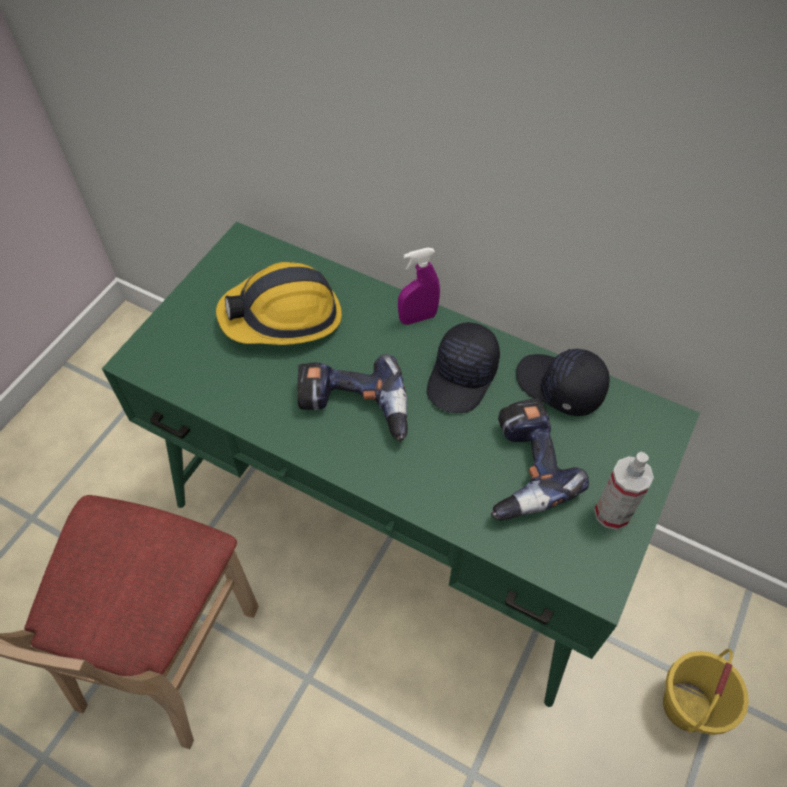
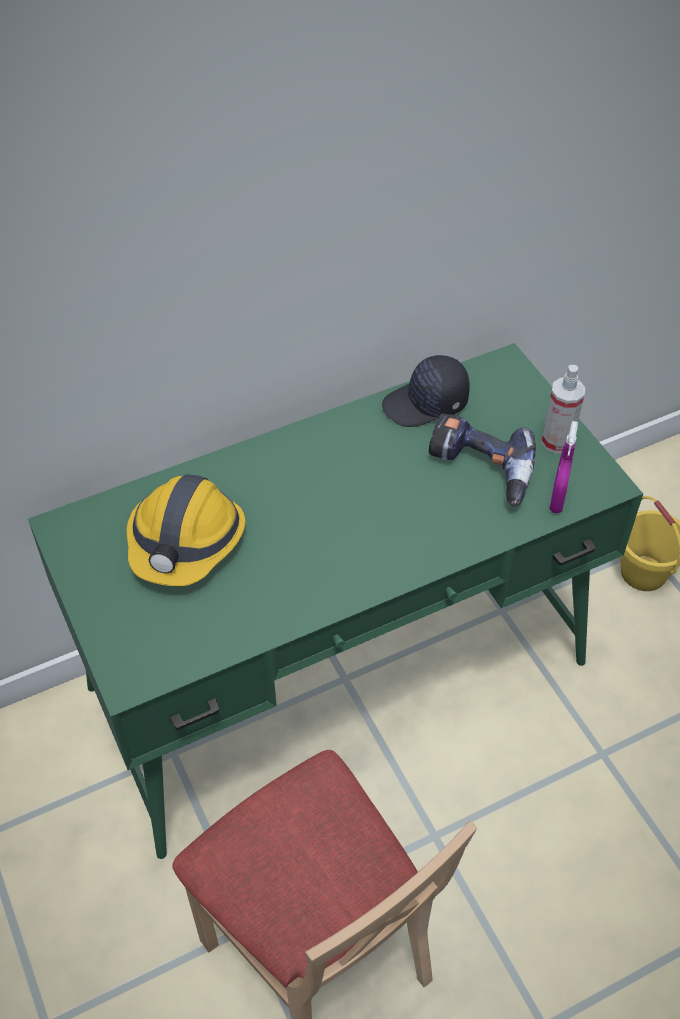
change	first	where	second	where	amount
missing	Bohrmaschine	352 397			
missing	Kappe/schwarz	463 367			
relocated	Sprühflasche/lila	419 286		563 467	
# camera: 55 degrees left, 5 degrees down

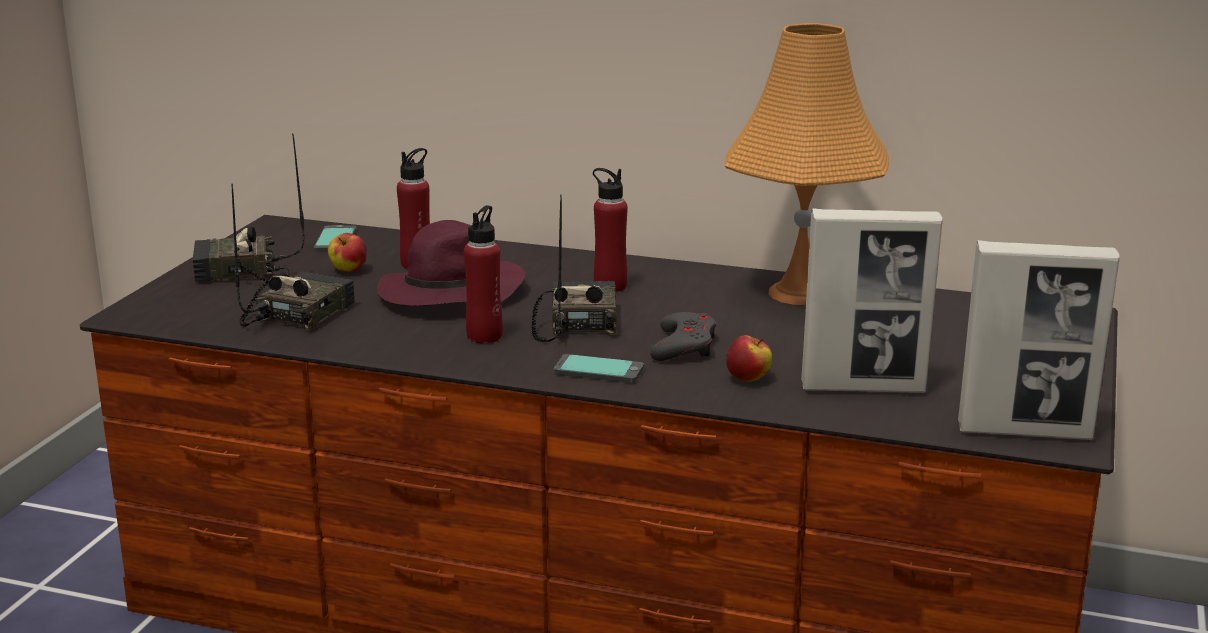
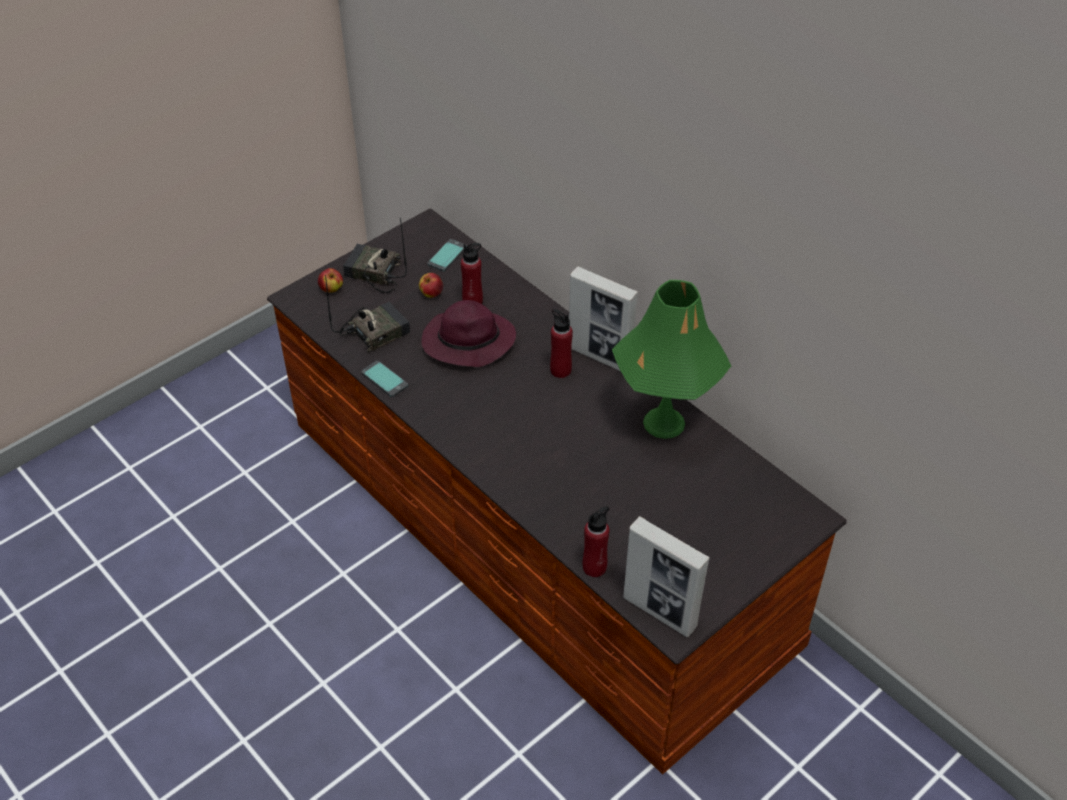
change	first	where	second	where	amount
missing	Radio	573 268			
missing	Gamepad/grau	683 336			
relocated	Flasche/rot	483 274		596 541	
relocated	Handy	599 368		384 379	
relocated	Apfel	749 358		330 280	
relocated	Bilderrahmen	872 300		603 318	
colour	Tischlampe/orange	807 164	Tischlampe/grün	671 359	
# camera: 30 degrees right, 25 degrees up

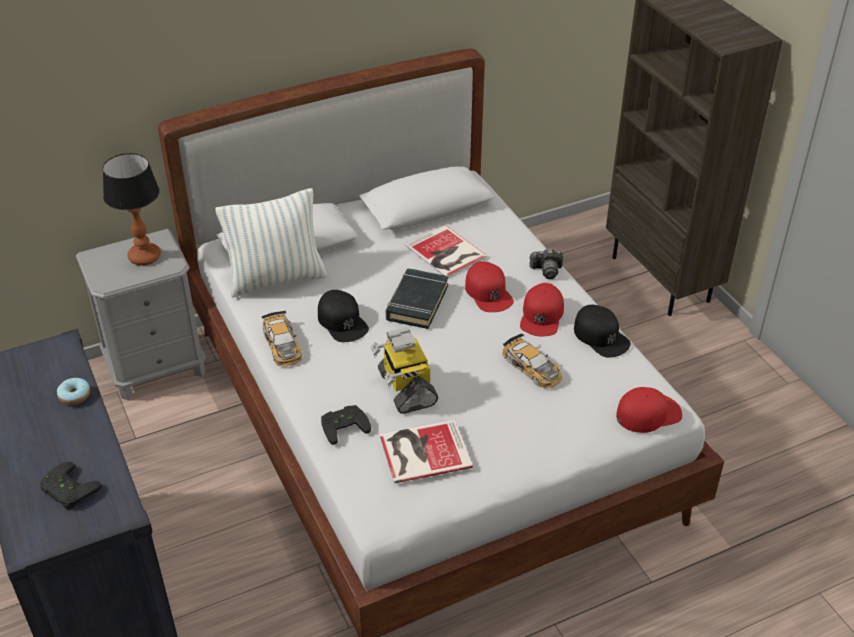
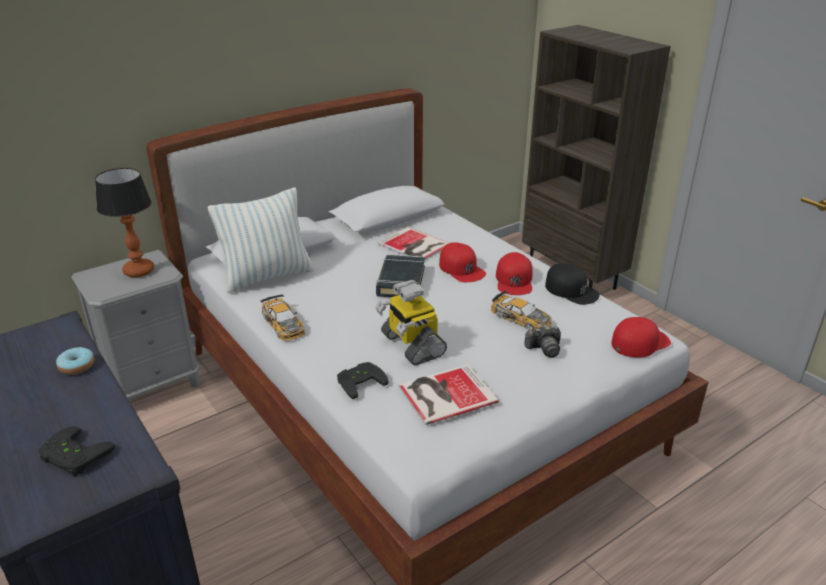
change	first	where	second	where	amount
missing	Kappe/schwarz	343 316			
relocated	Kamera	546 263		542 341	
# camera: 10 degrees left, 10 degrees down

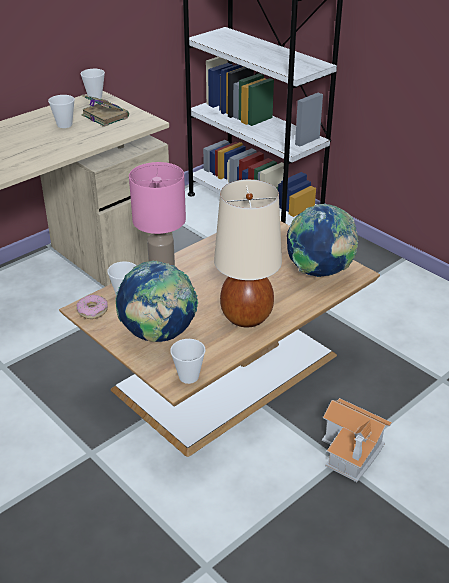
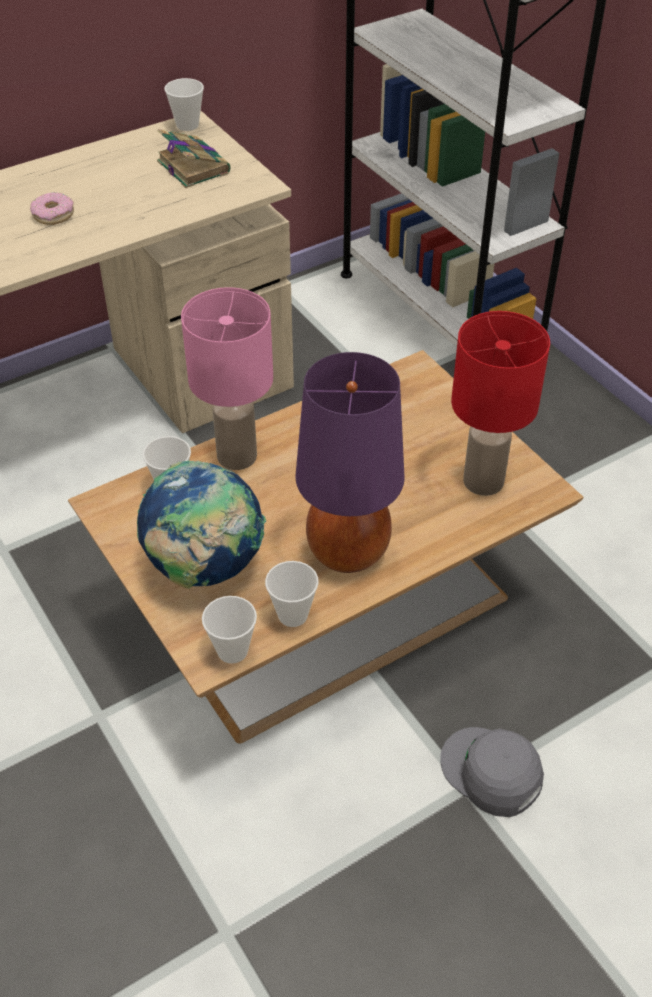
change	first	where	second	where	amount
relocated	Tasse	61 111		292 594	
relocated	Donut	92 307		52 208	
exchanged	Globus	322 240	Tischlampe/rot	500 403	
exchanged	Spielzeughaus	357 440	Kappe/grau	492 772	
colour	Tischlampe/beige	248 253	Tischlampe/lila	350 462	
# camera: 10 degrees right, 10 degrees up

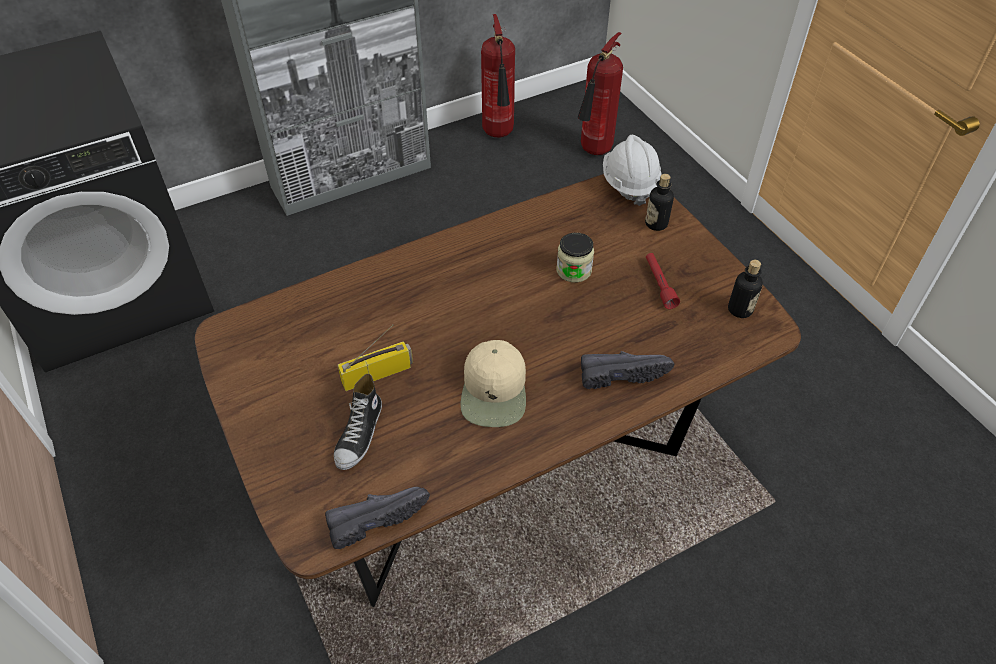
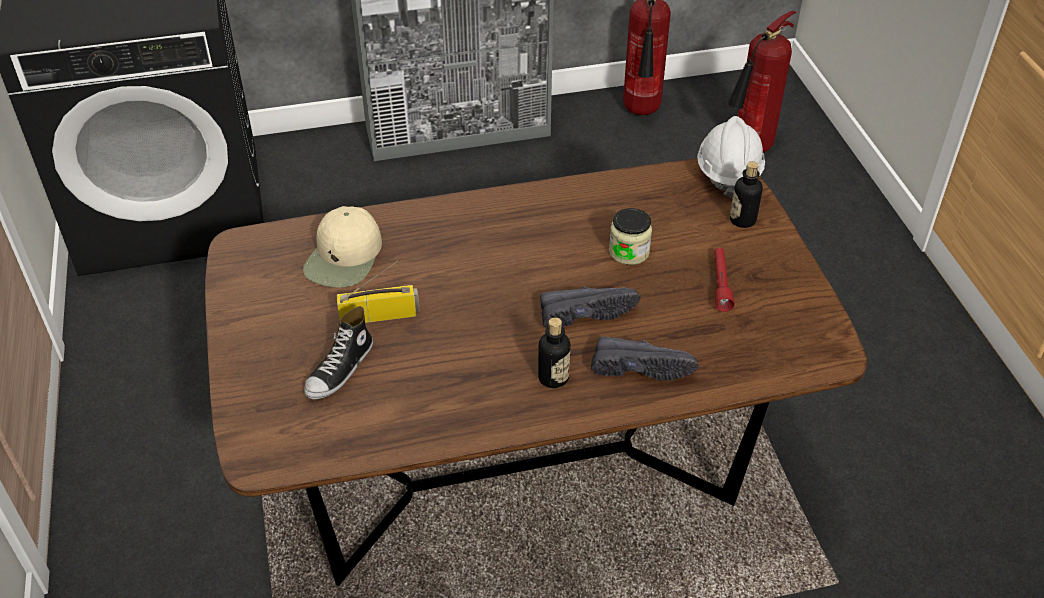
change	first	where	second	where	amount
relocated	Schuh/schwarz	377 518		590 306	
relocated	Kappe/beige	493 383		342 247	
relocated	Flasche	745 289		554 352	
# camera: 15 degrees right, 5 degrees down

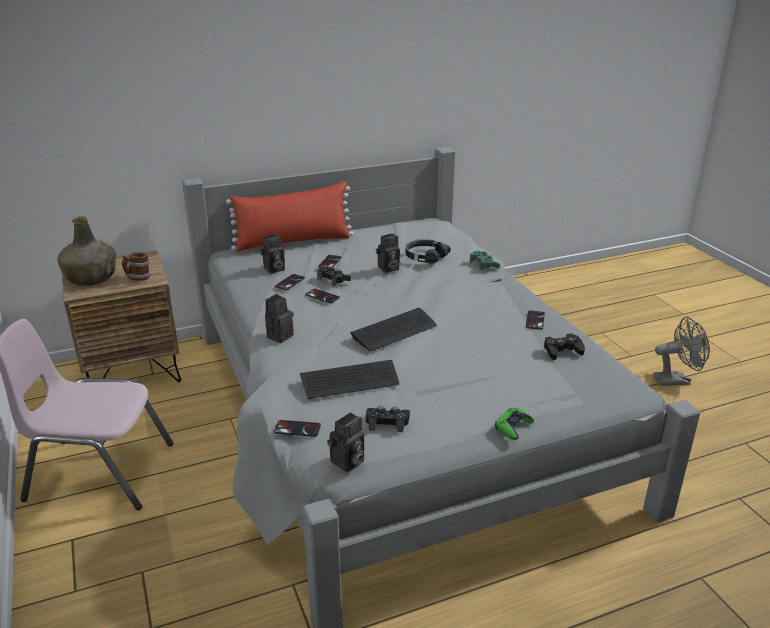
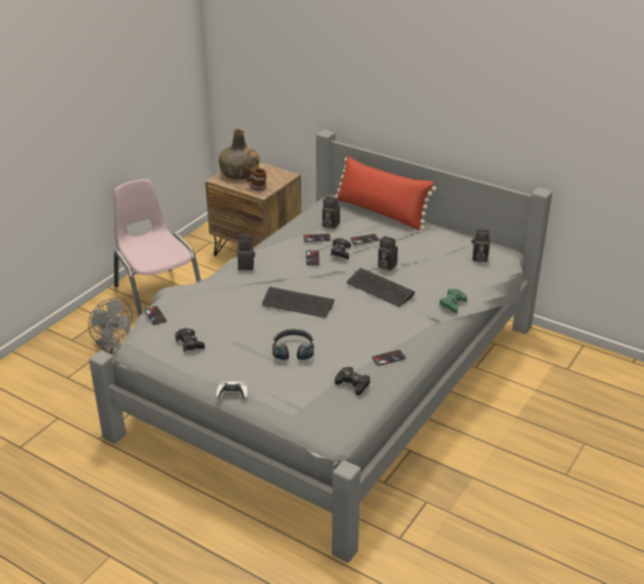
change	first	where	second	where	amount
relocated	Tastatur	349 379		381 287	
relocated	Kamera	346 442		480 245	
relocated	Kopfhörer/schwarz	427 251		293 344	
relocated	Ventilator/grau	681 351		110 326	
colour	Gamepad/grün	514 424	Gamepad/weiß	232 390	
# camera: 55 degrees right, 5 degrees up

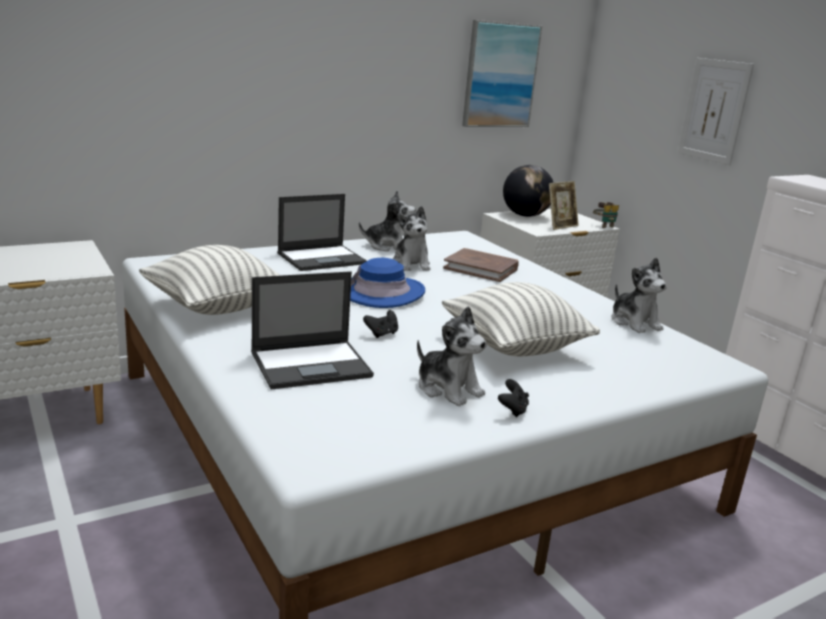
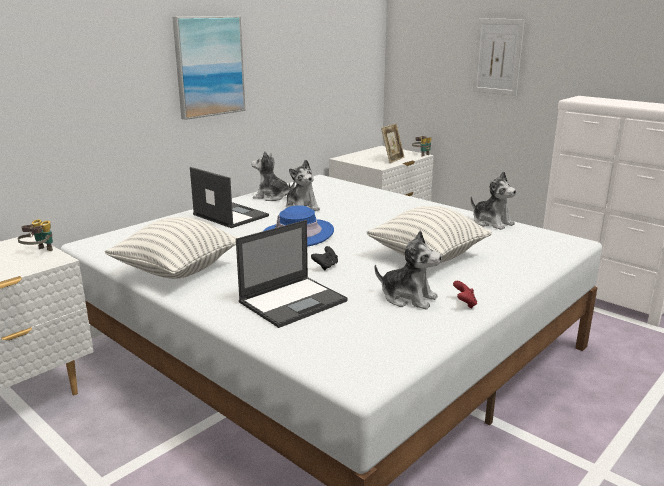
change	first	where	second	where	amount
missing	Buch/braun	481 265			
missing	Globus	528 191			
appeared			Fernglas	35 235	
relocated	Bild	502 73		208 68	
colour	Gamepad/schwarz	513 398	Gamepad/rot	465 294	
spun	Laptop	322 232		229 197	90 degrees counterclockwise
spun	Plüschtier	387 221		273 176	150 degrees counterclockwise
# camera: 15 degrees left, 0 degrees up

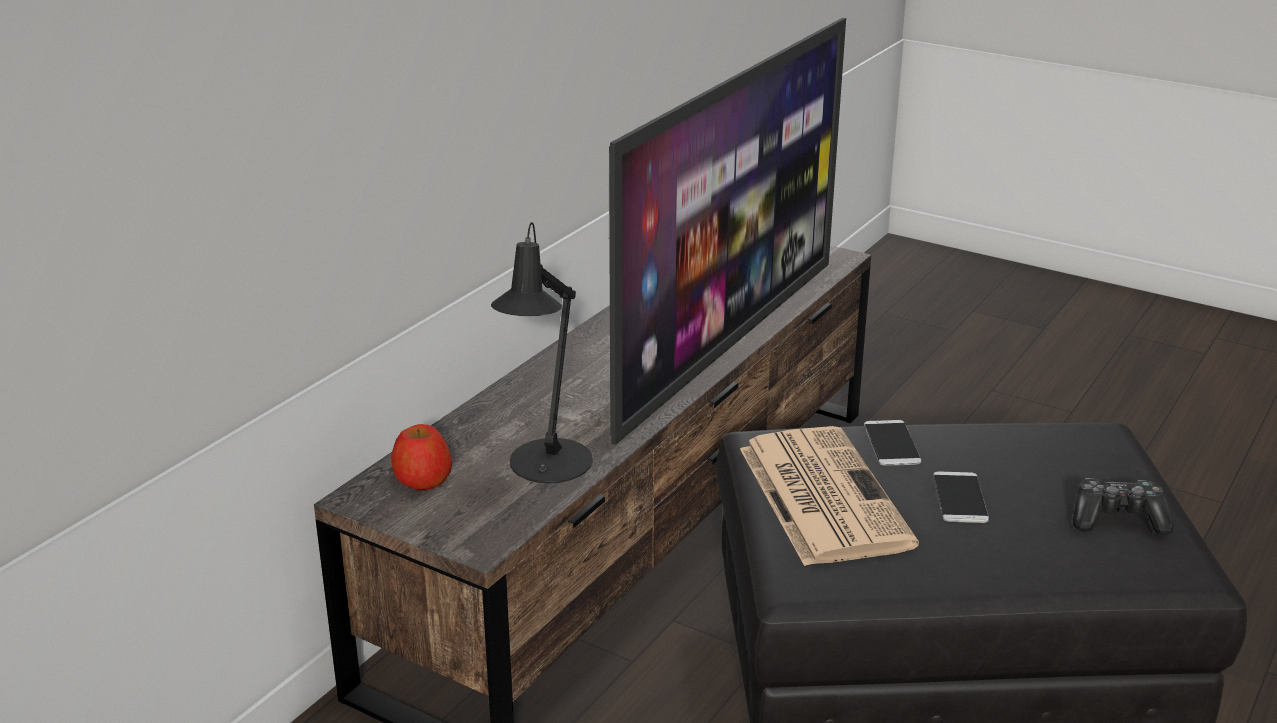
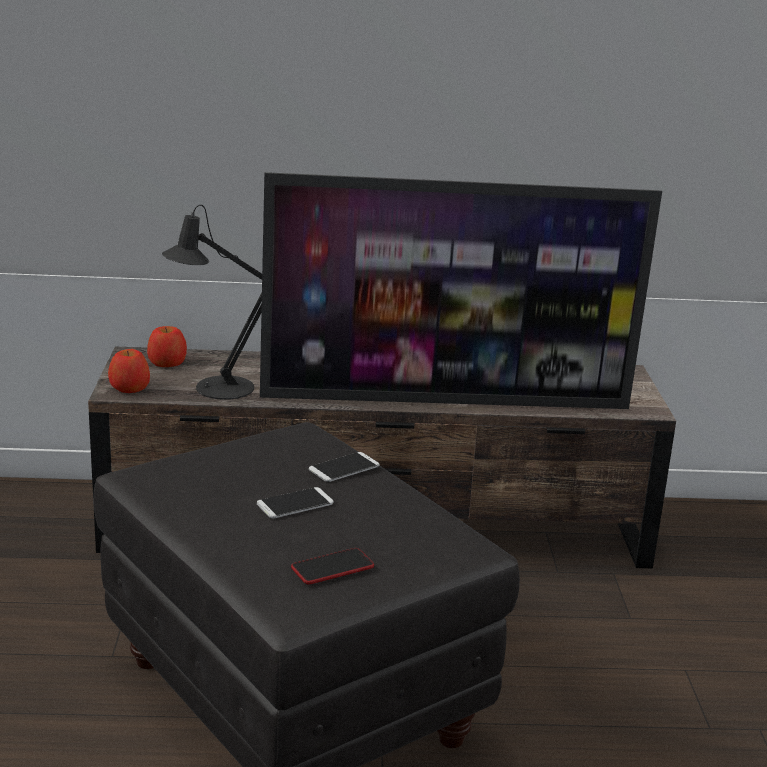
change	first	where	second	where	amount
missing	Zeitung	829 496			
appeared			Apfel	129 371	
exchanged	Gamepad	1123 506	Handy	332 566	
# camera: 55 degrees right, 5 degrees down

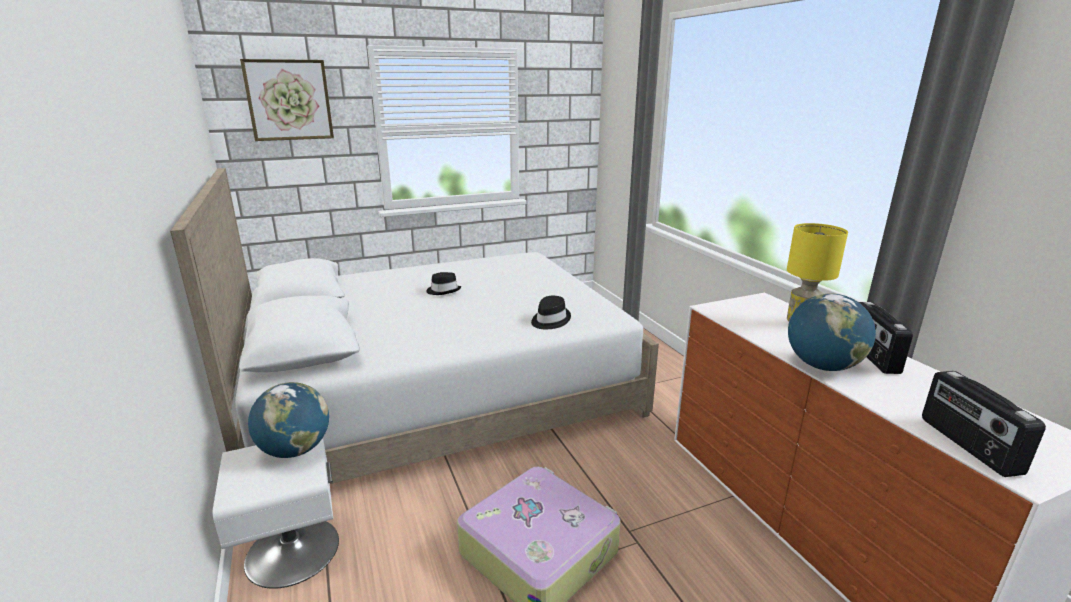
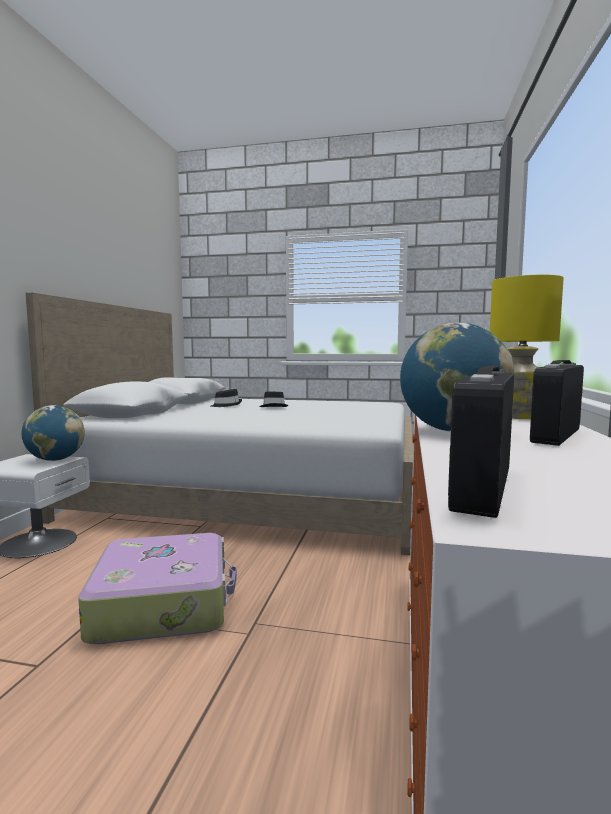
change	first	where	second	where	amount
missing	Bild	287 100			
relocated	Hut/schwarz	551 312		226 398	
# camera: 35 degrees right, 15 degrees down

